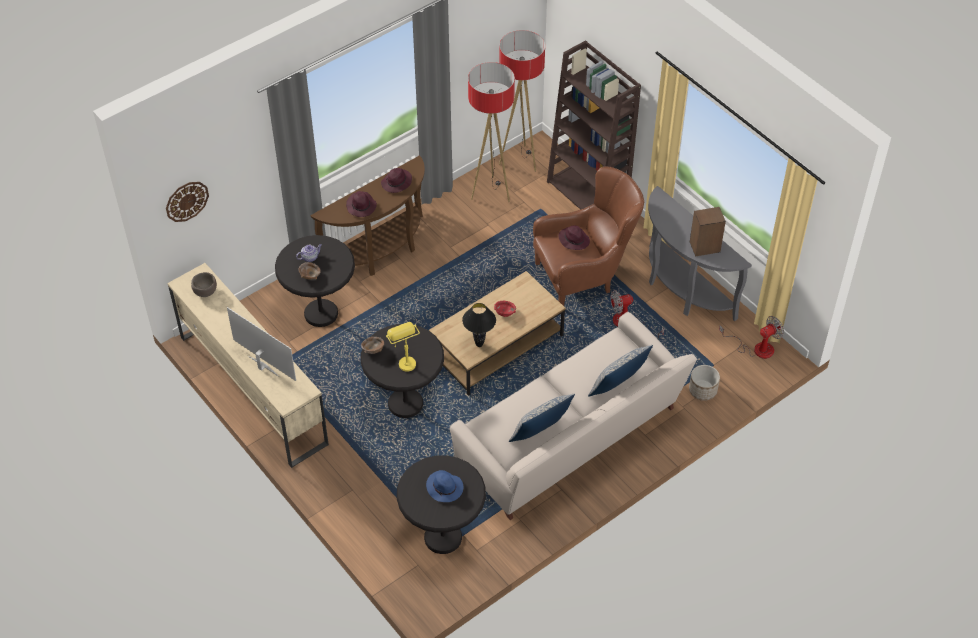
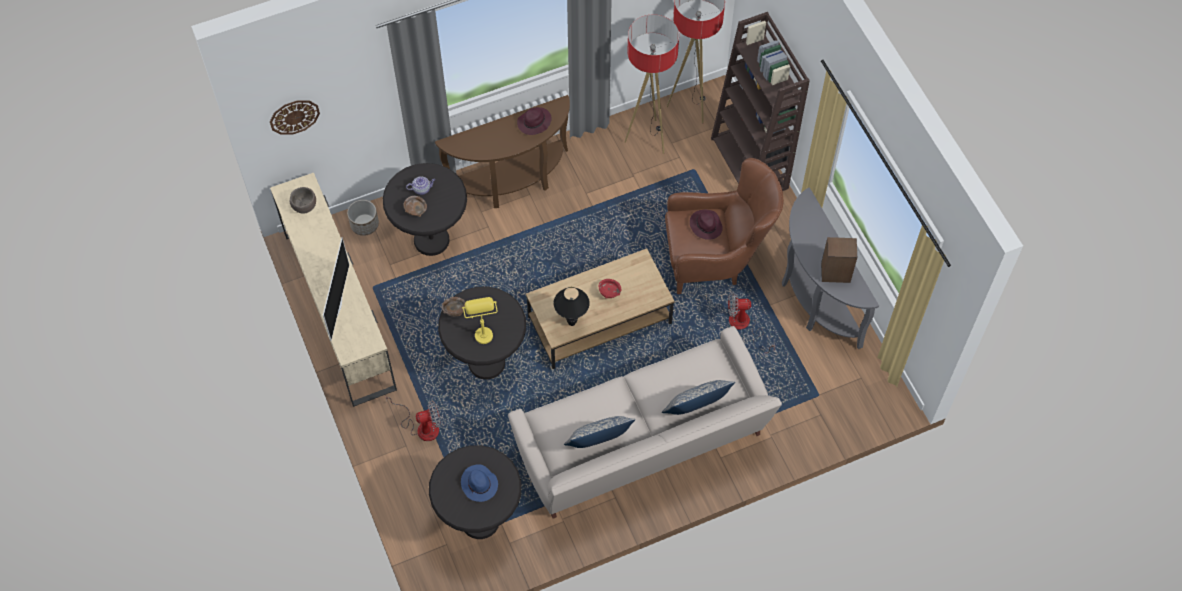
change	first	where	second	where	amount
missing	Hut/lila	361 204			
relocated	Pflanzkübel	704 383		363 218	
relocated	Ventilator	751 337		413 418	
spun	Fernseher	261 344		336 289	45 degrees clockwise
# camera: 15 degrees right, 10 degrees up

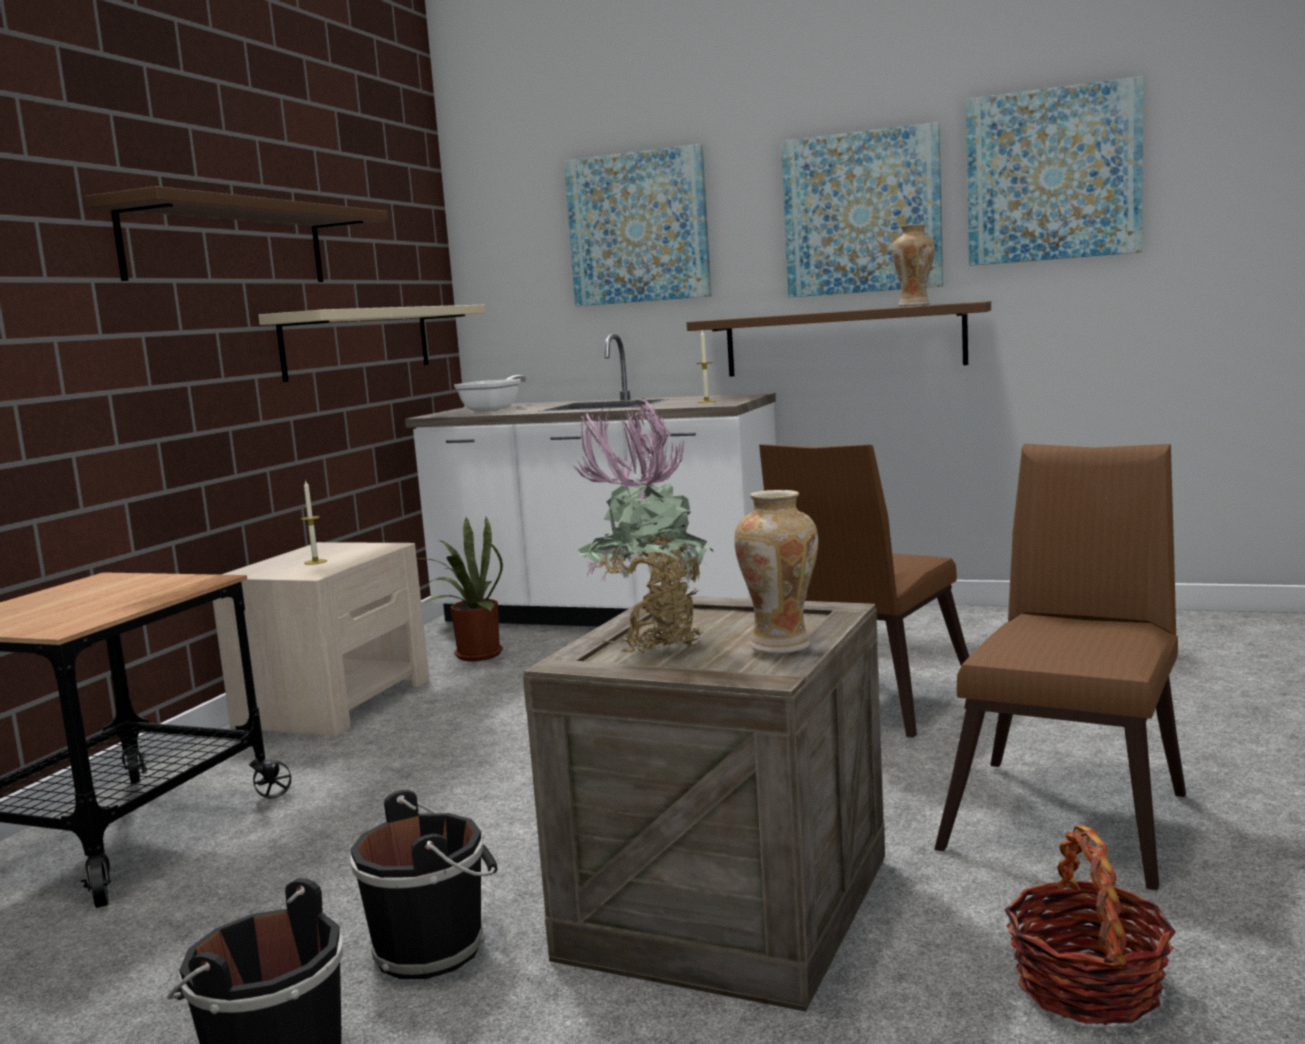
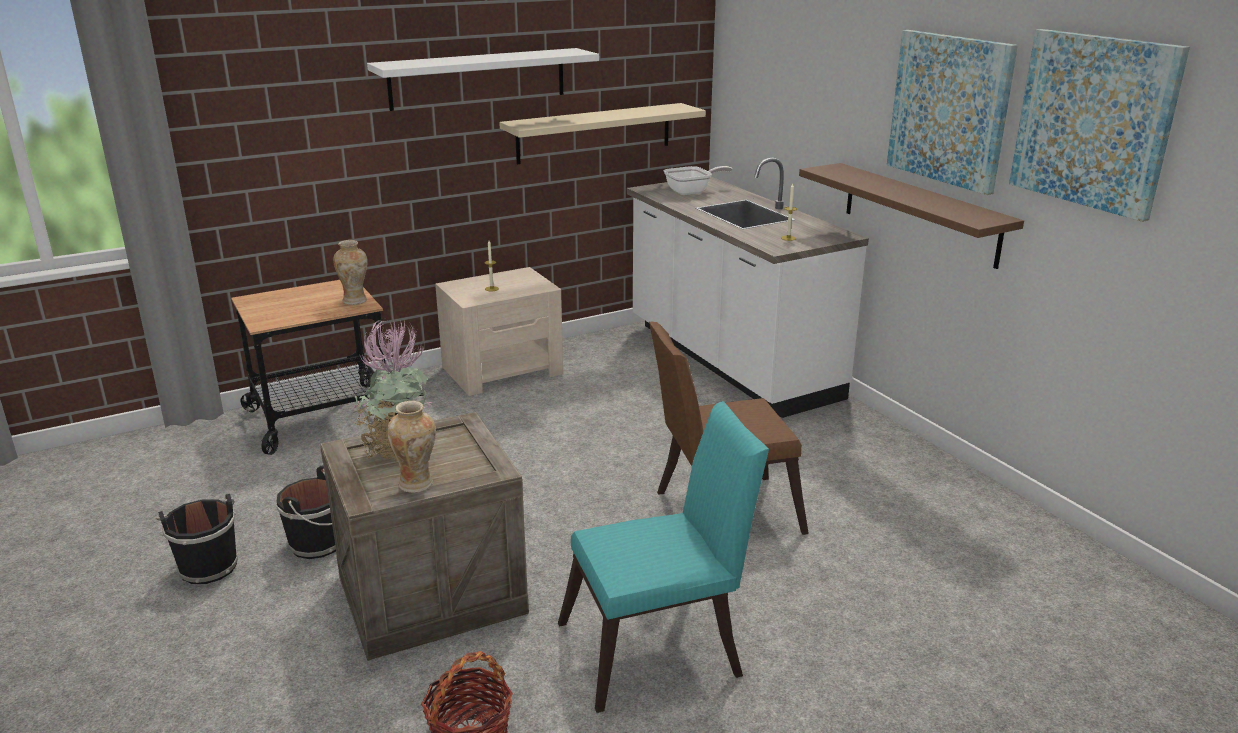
change	first	where	second	where	amount
missing	Topfpflanze	464 588			
missing	Bild	638 225			
relocated	Vase	913 265		350 272	
colour	Wandregal/braun	236 234	Wandregal/weiß	483 79	
colour	Stuhl/braun	1060 667	Stuhl/türkis	663 557	
# camera: 40 degrees right, 15 degrees up

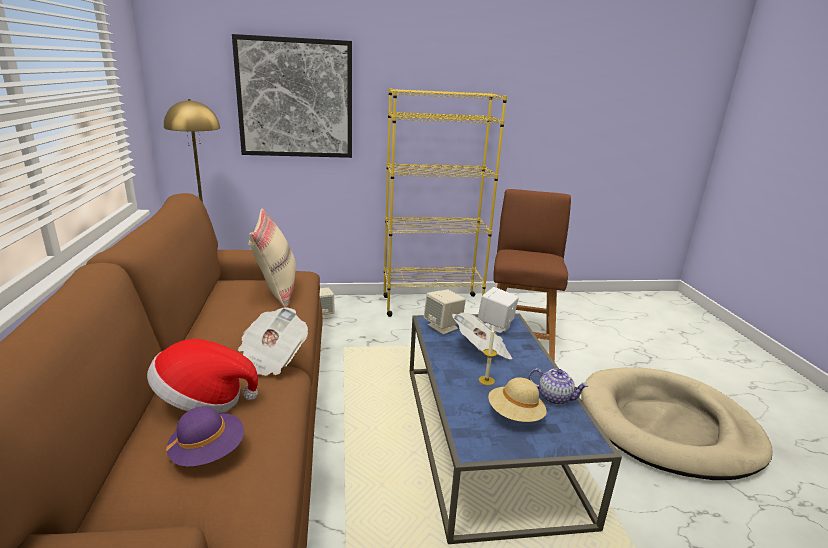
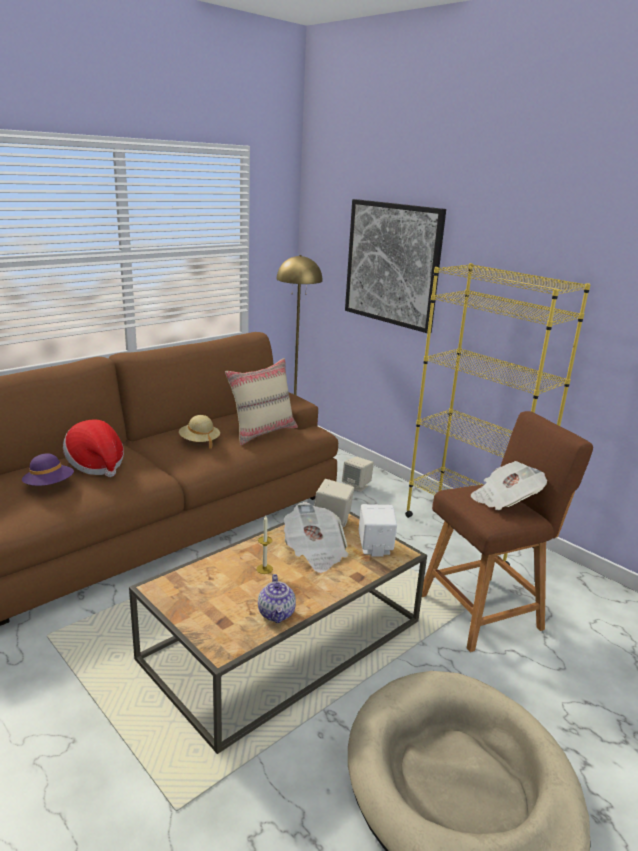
change	first	where	second	where	amount
relocated	Zeitung	273 341		509 485	
relocated	Hut/beige	517 399		199 432	
colour	Couchtisch/blau	516 428	Couchtisch/braun	278 633	
# camera: 55 degrees right, 0 degrees up

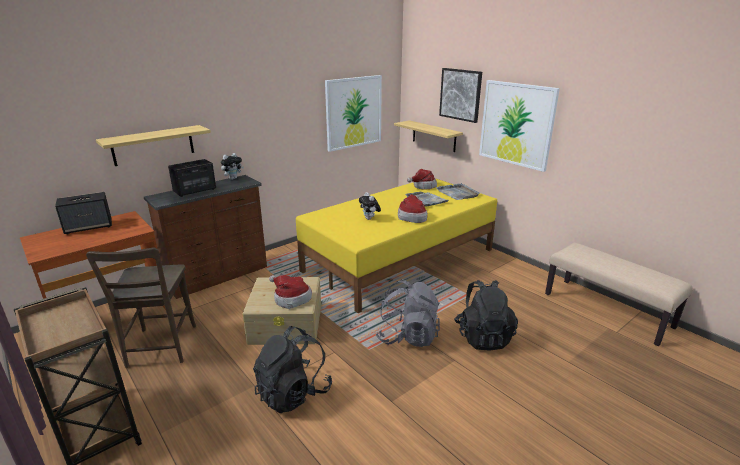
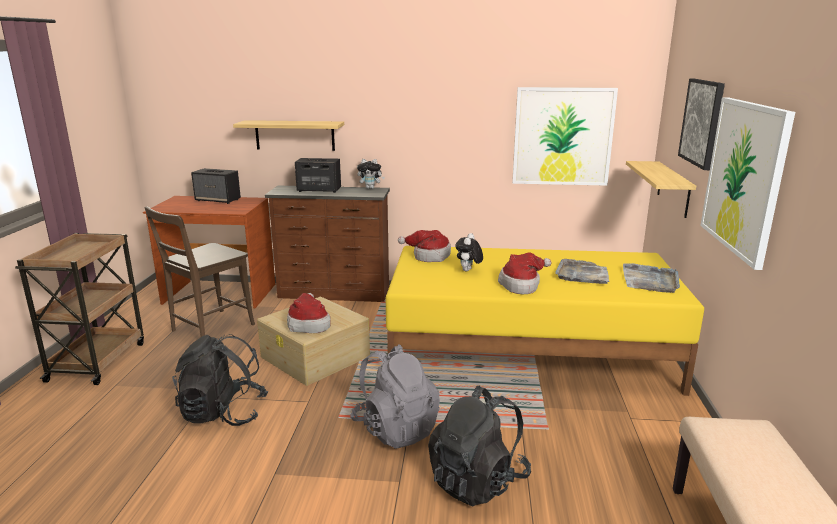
change	first	where	second	where	amount
relocated	Hut	422 179		424 246	
# camera: 45 degrees right, 5 degrees down

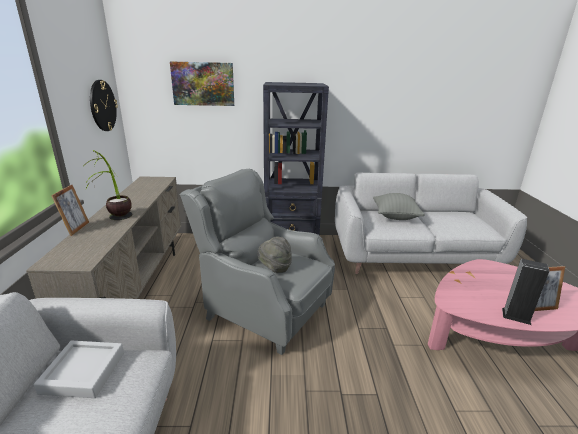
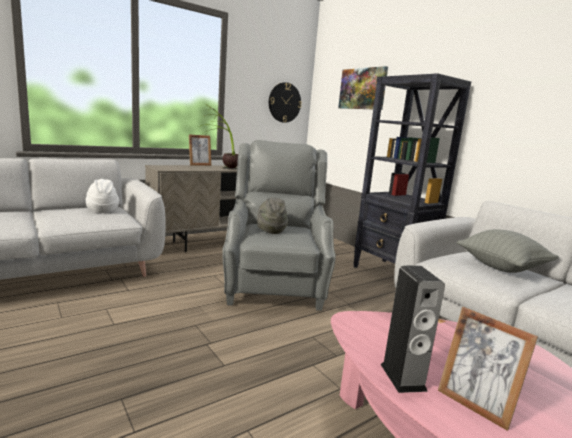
change	first	where	second	where	amount
exchanged	Tablett/grau	79 369	Hut/weiß	102 196	
# camera: 55 degrees right, 10 degrees down

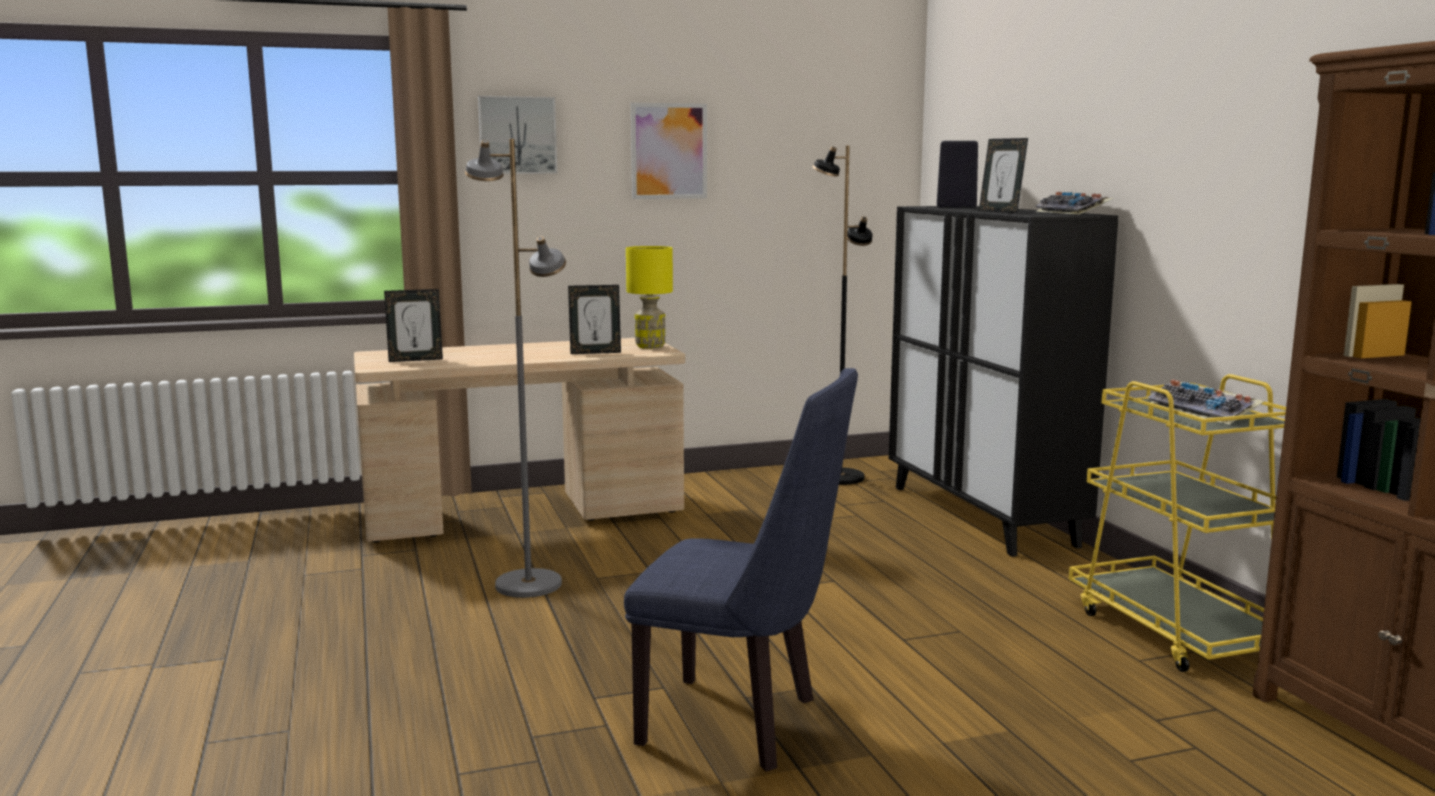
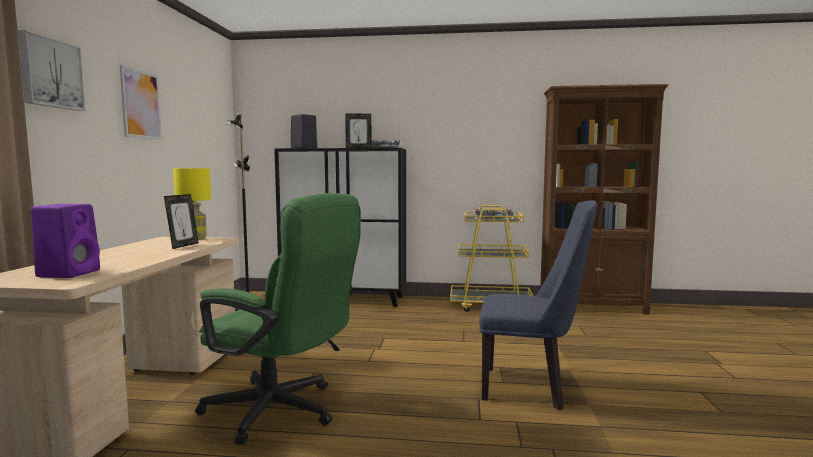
change	first	where	second	where	amount
exchanged	Bilderrahmen	413 325	Lautsprecher/lila	65 241	
exchanged	Stehlampe/grau	515 368	Bürostuhl/grün	278 319	
spun	Stuhl/blau	741 570		538 305	60 degrees clockwise
# camera: 65 degrees left, 5 degrees down

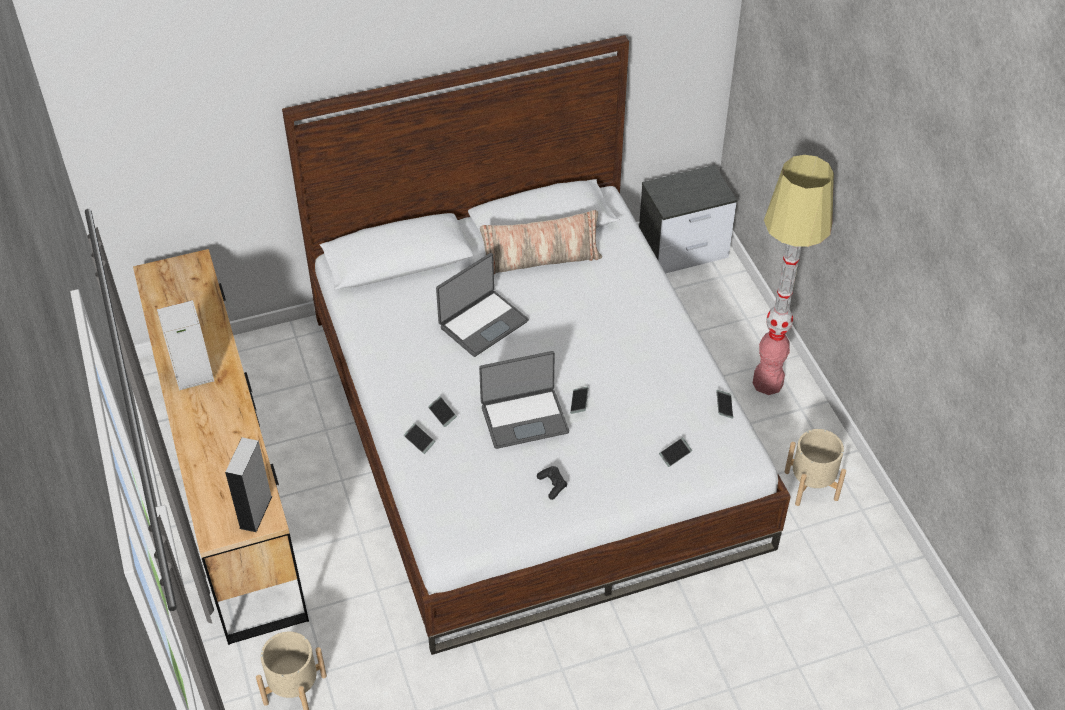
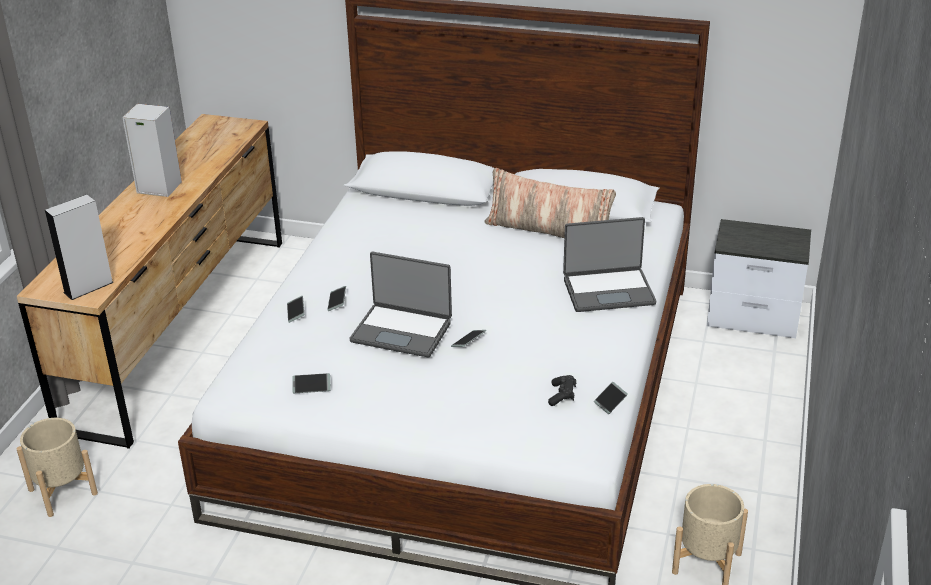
change	first	where	second	where	amount
missing	Stehlampe	793 275			
relocated	Laptop	482 305		609 264	
relocated	Gamepad/schwarz	552 483		562 390	
relocated	Handy	675 452		311 383	
# camera: 35 degrees right, 15 degrees down

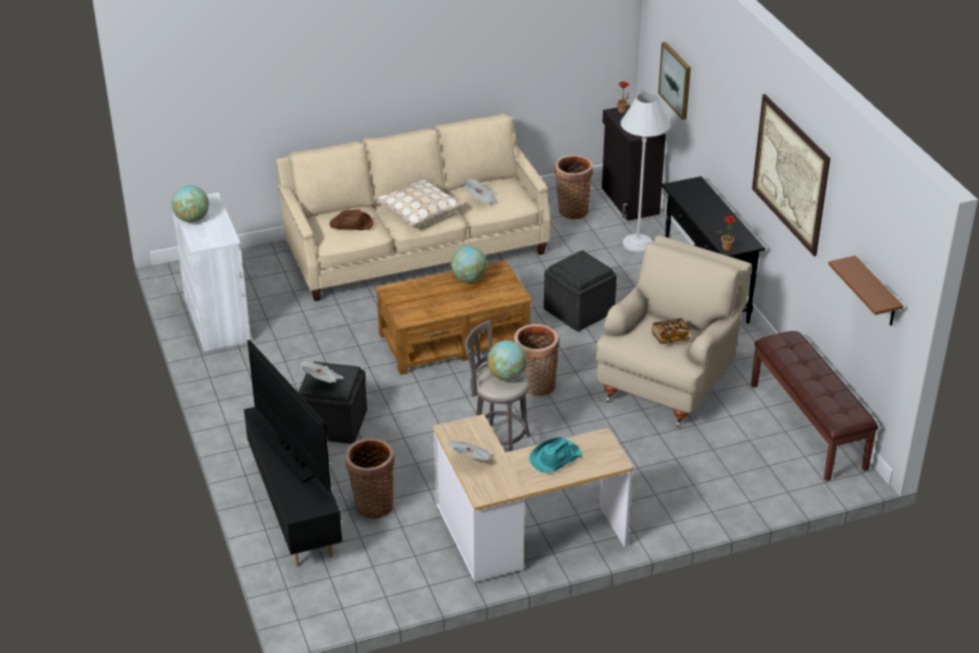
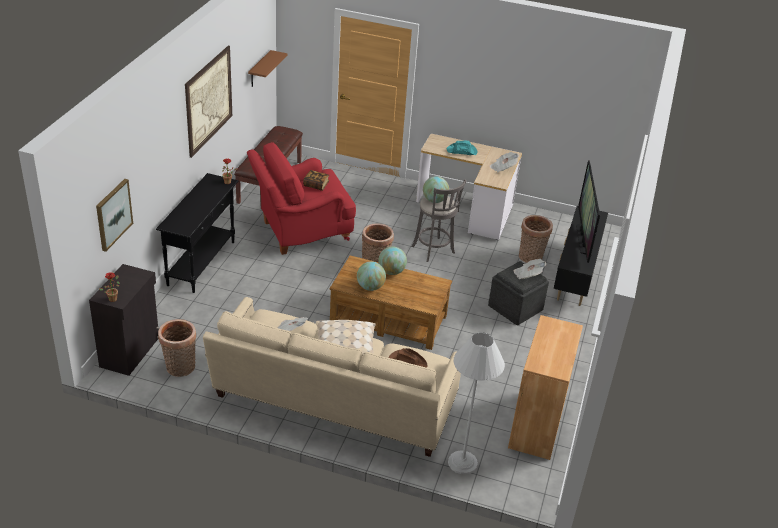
change	first	where	second	where	amount
missing	Polsterhocker/grau	580 290			
relocated	Globus	190 203		392 261	
relocated	Stehlampe/weiß	646 172		476 403	
colour	Schrank/weiß	211 272	Schrank/braun	545 387	
colour	Sessel/beige	674 331	Sessel/rot	301 198	
# camera: 145 degrees left, 0 degrees up

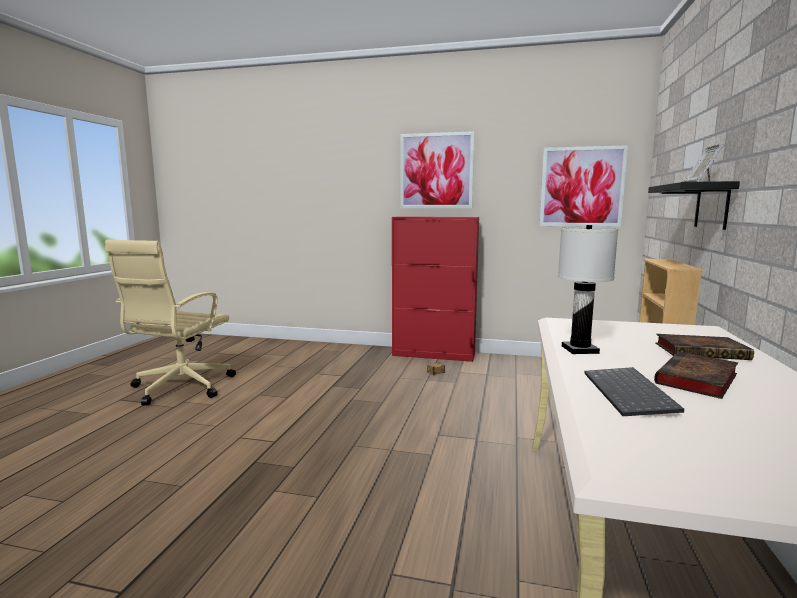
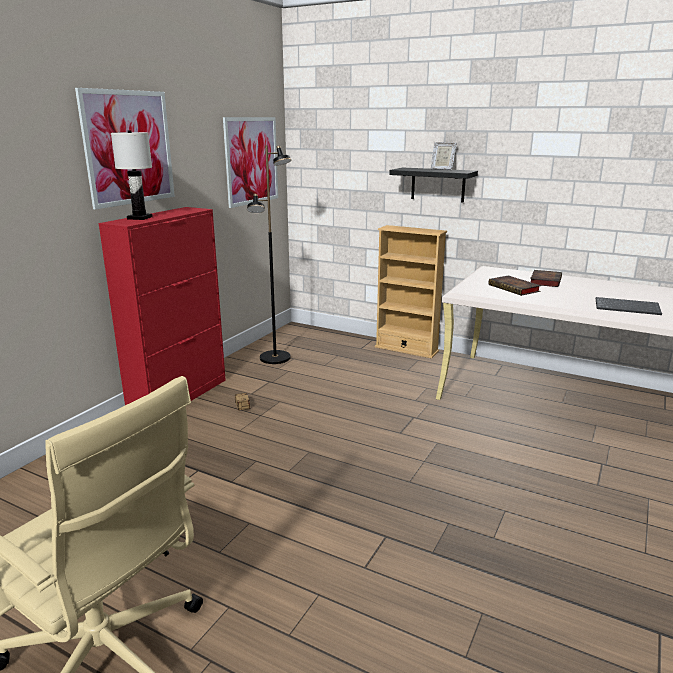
change	first	where	second	where	amount
appeared			Stehlampe/schwarz	269 254	
relocated	Tischlampe/weiß	588 289		132 175	
relocated	Buch	696 375		514 286	
# camera: 75 degrees left, 10 degrees up

